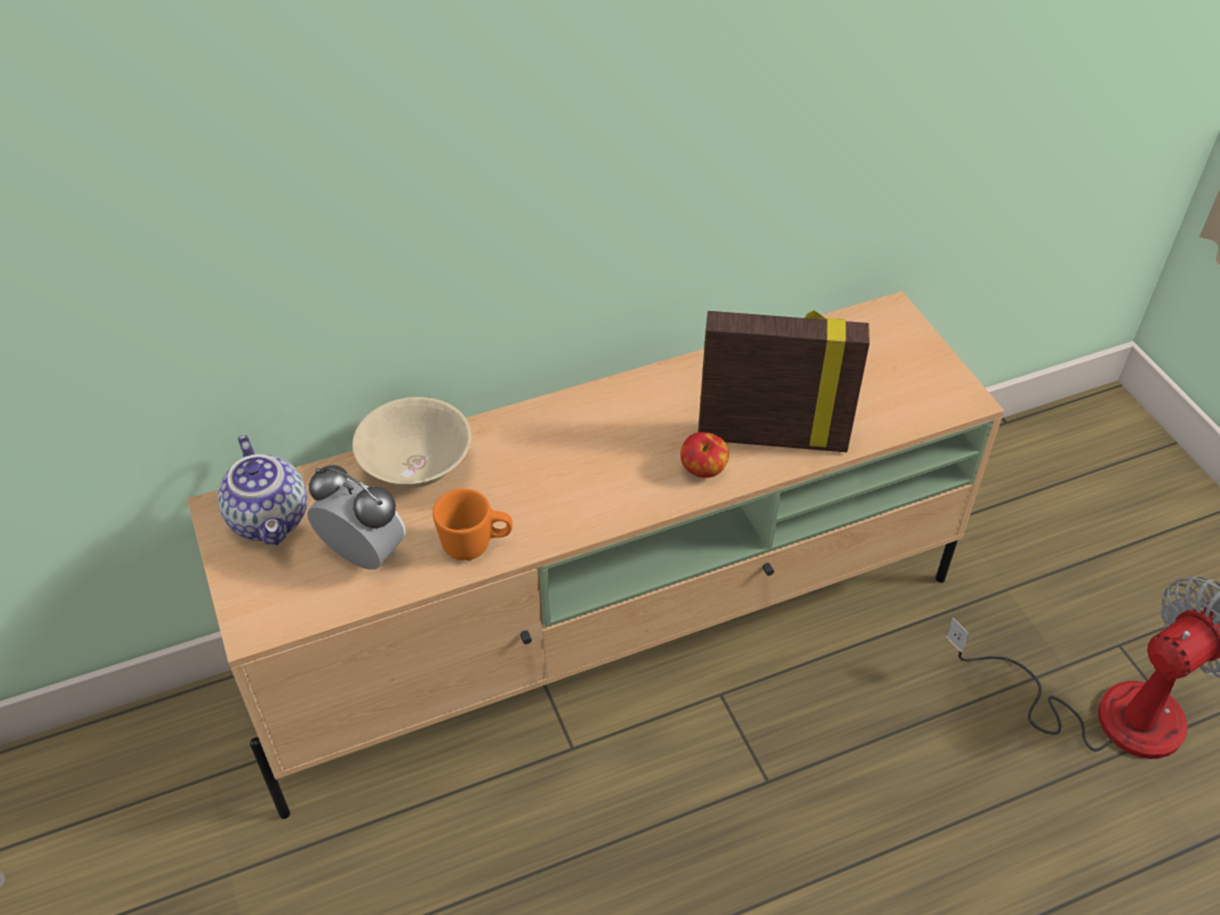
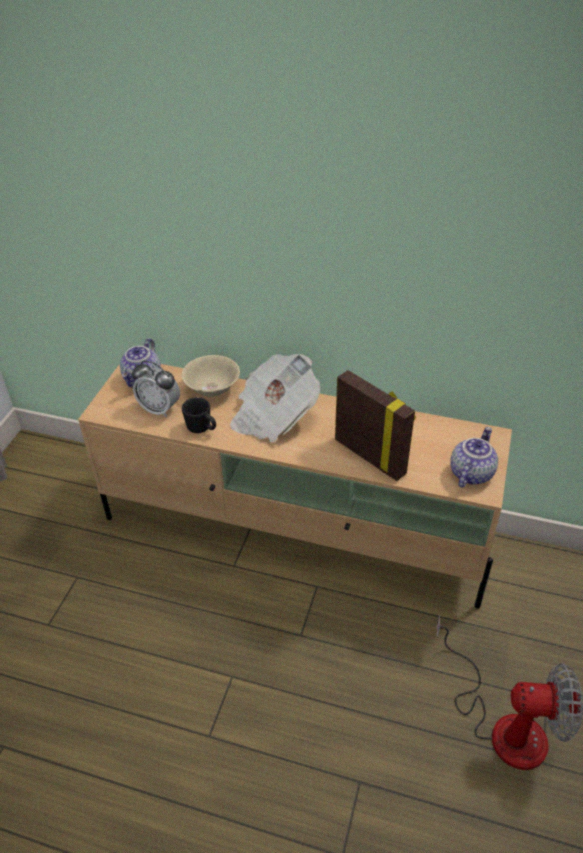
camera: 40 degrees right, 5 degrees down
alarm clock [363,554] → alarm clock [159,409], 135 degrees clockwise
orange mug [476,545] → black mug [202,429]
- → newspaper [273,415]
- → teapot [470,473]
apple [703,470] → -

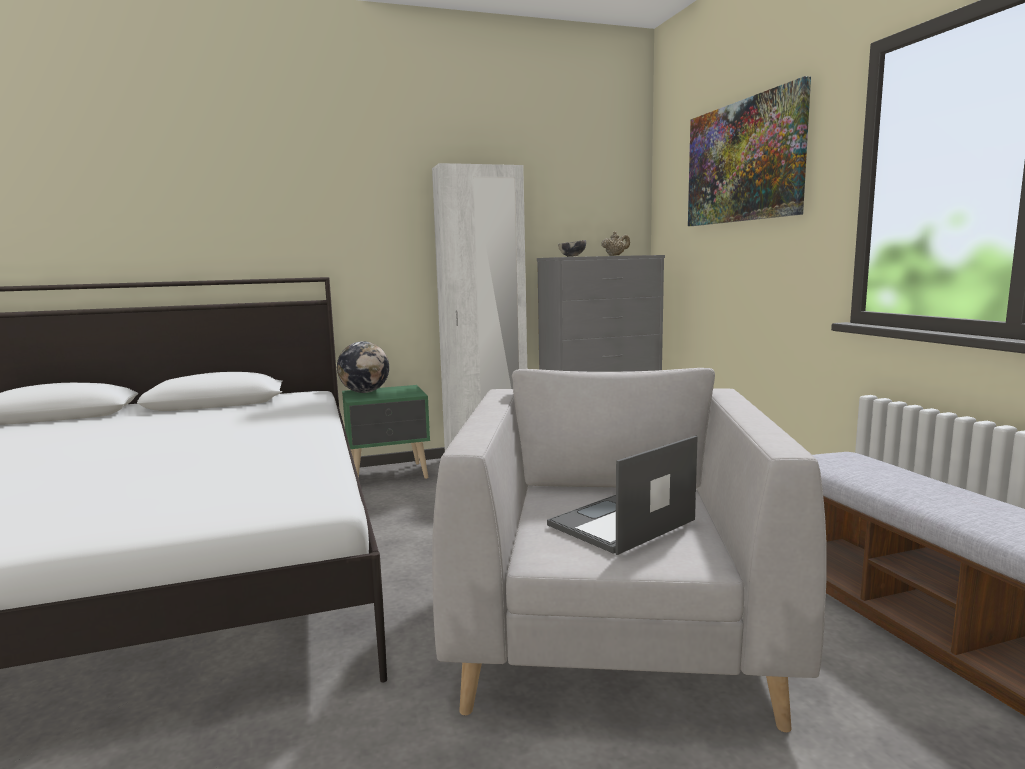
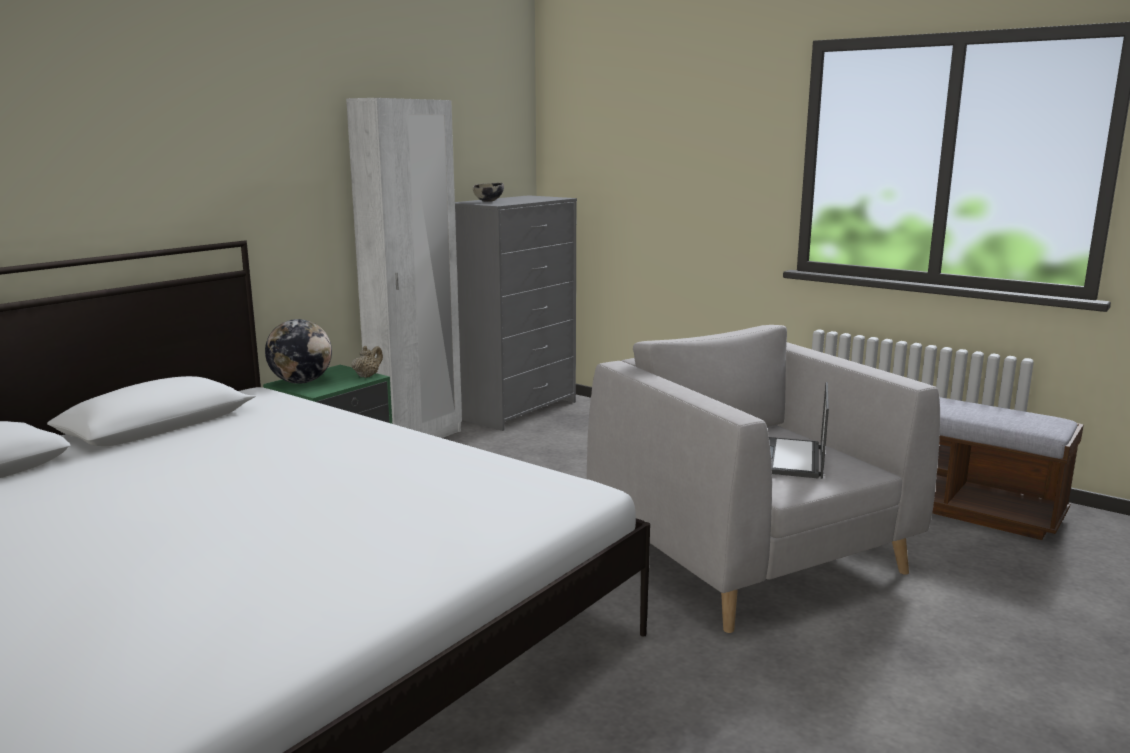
camera: 35 degrees left, 5 degrees up
beige teapot [615,255] → beige teapot [367,376], move
picture [743,162] → -

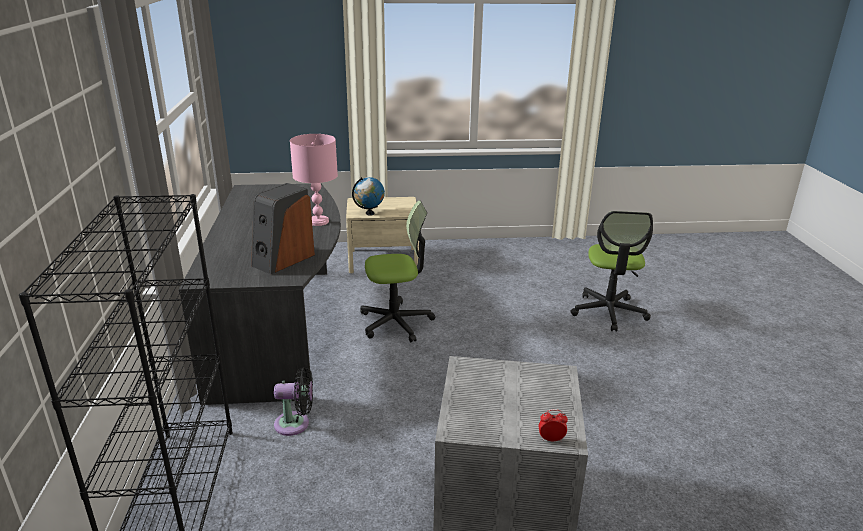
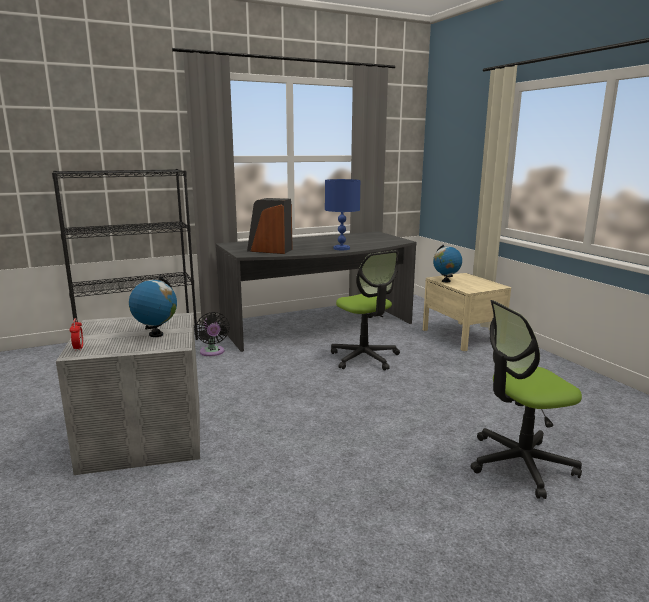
camera: 70 degrees right, 10 degrees down
- → globe [156,334]
pink table lamp [318,221] → blue table lamp [341,248]

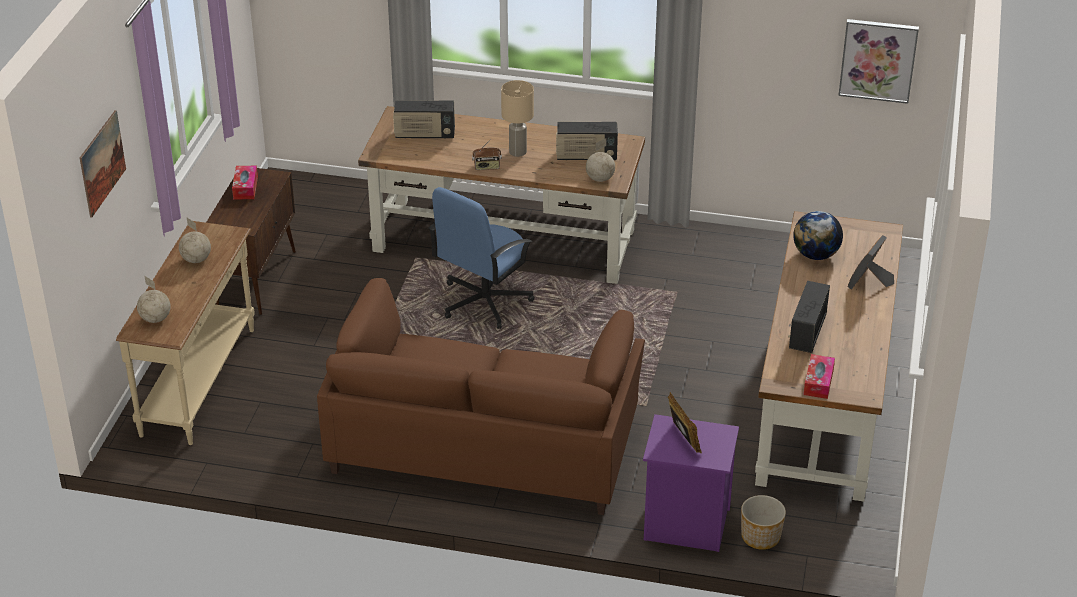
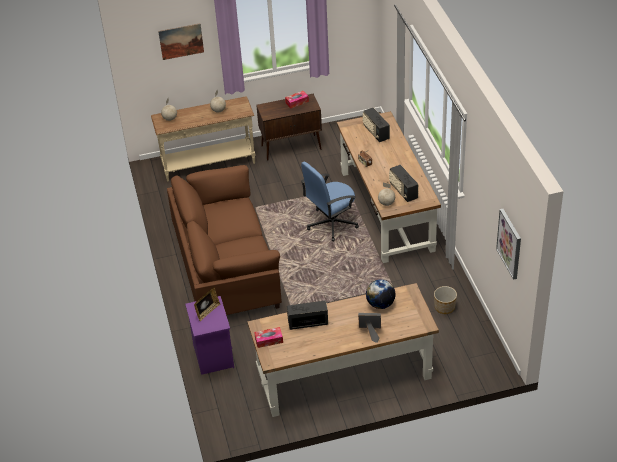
camera: 65 degrees right, 5 degrees up
blue office chair [483,301] → blue office chair [331,223], 45 degrees counterclockwise
planter [761,537] → planter [444,307], move
beige table lamp [518,152] → -

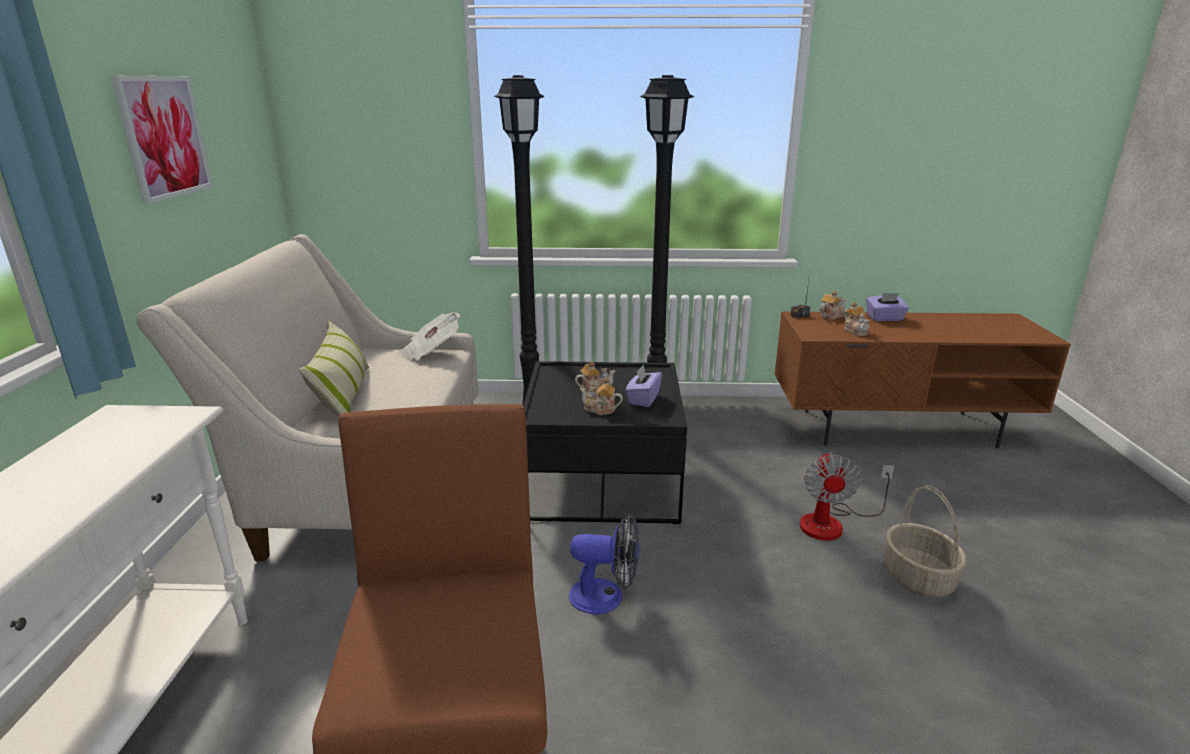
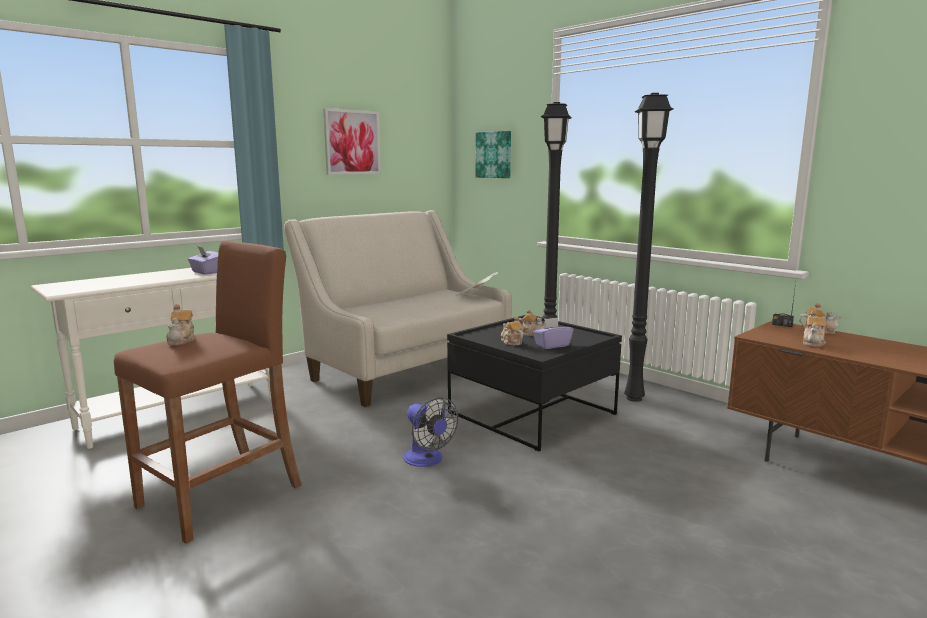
camera: 45 degrees right, 10 degrees down
- → teapot [182,340]
purple tissue box [885,318] → purple tissue box [205,272], move
- → picture [494,155]
pillow [343,395] → -
fan [832,523] → -
basket [919,578] → -

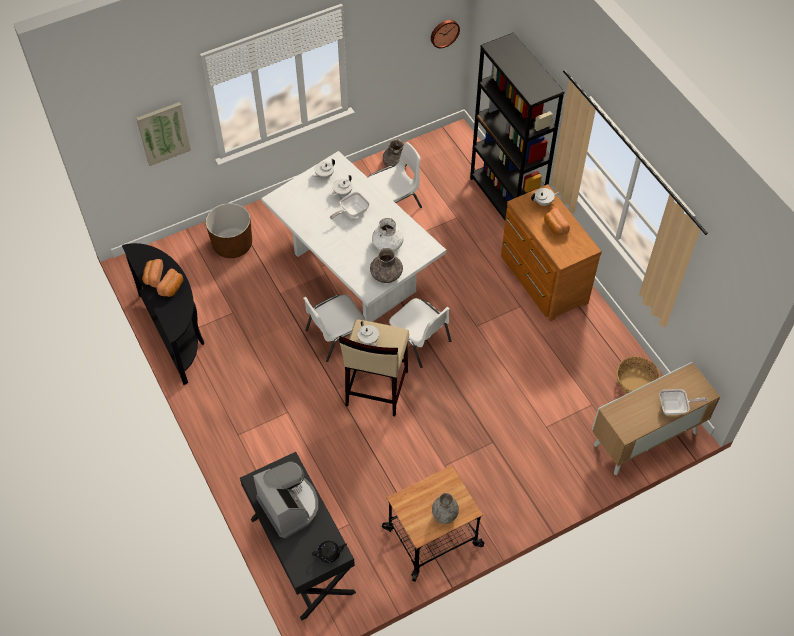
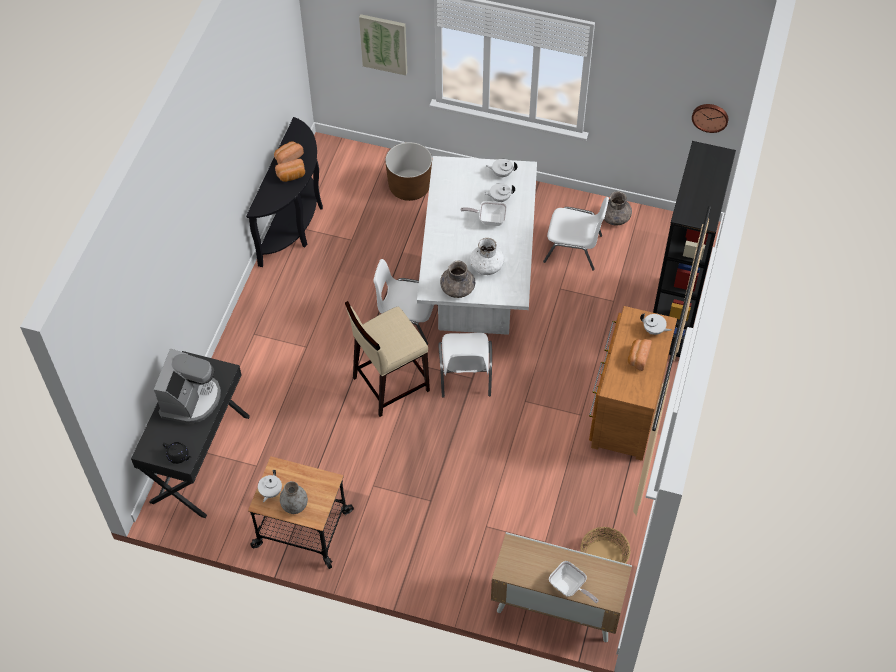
camera: 45 degrees right, 0 degrees up
white teapot [368,340] → white teapot [270,492], move

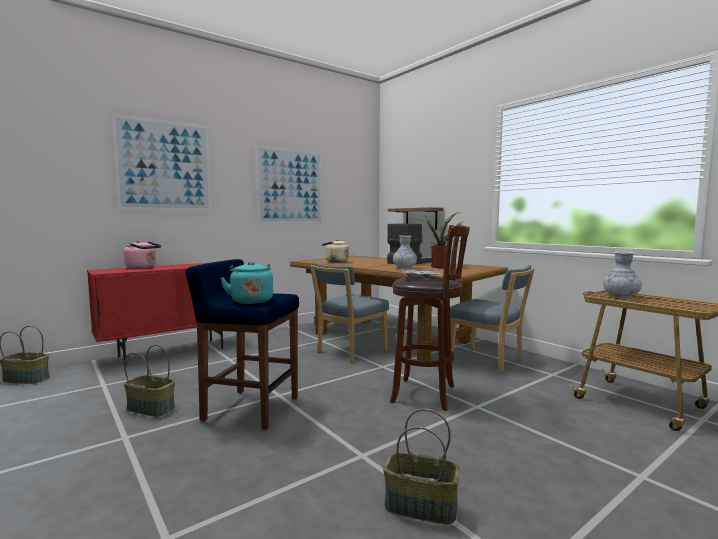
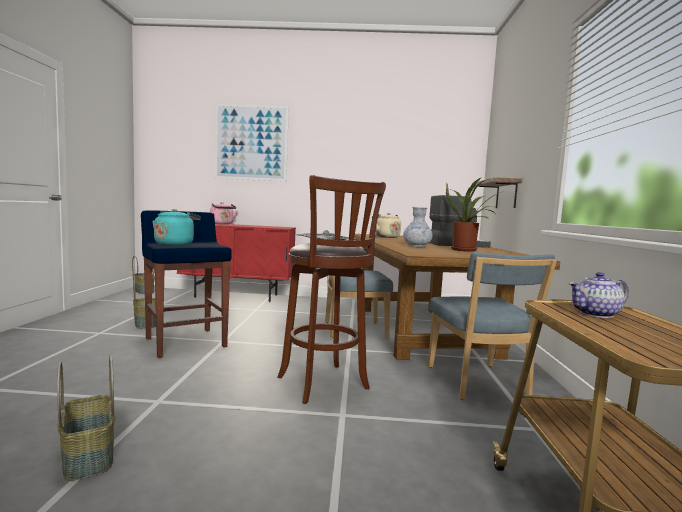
camera: 40 degrees right, 0 degrees up
vase [621,296] → teapot [596,314]
picture [290,186] → -

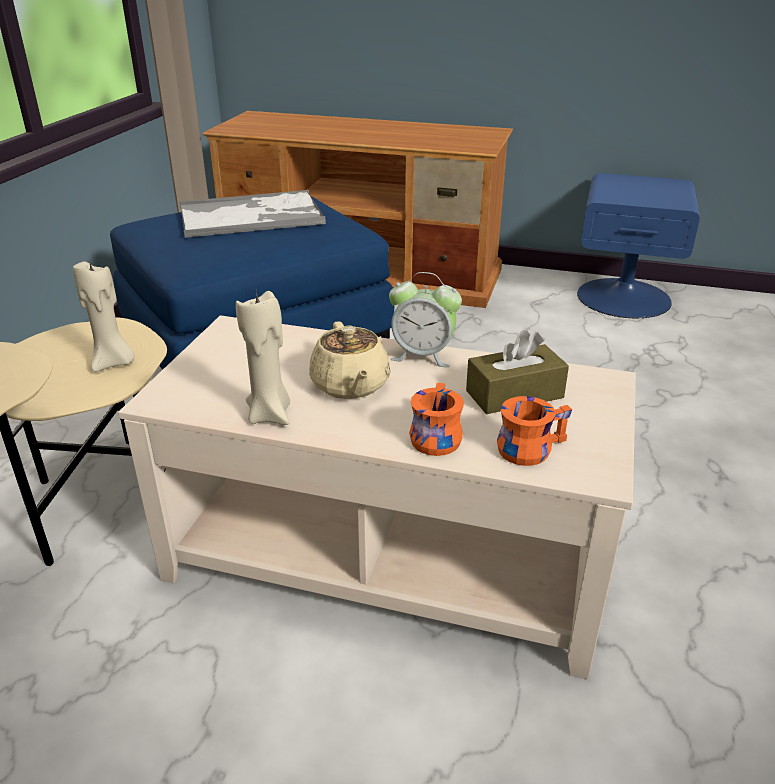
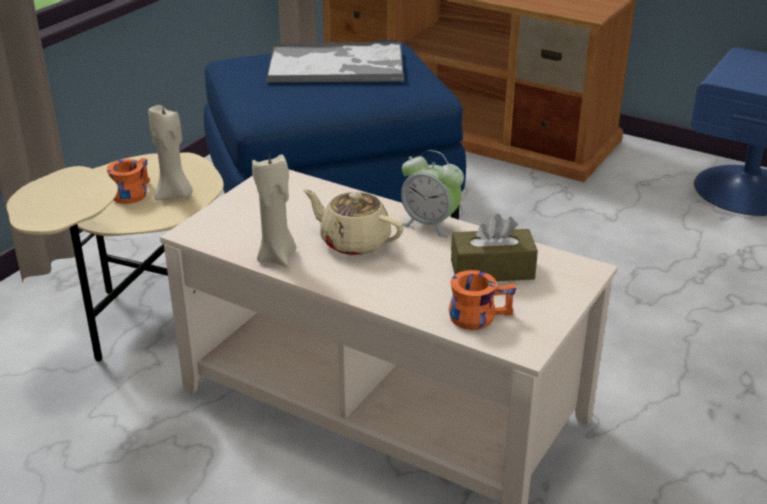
camera: 15 degrees right, 0 degrees up
orange mug [432,435] → orange mug [130,192], move
beige teapot [350,385] → beige teapot [354,242], 120 degrees clockwise

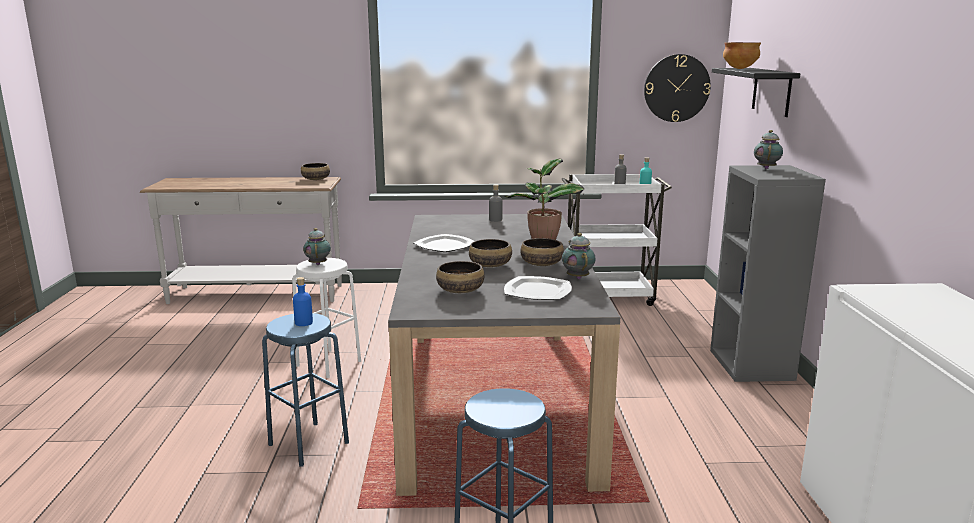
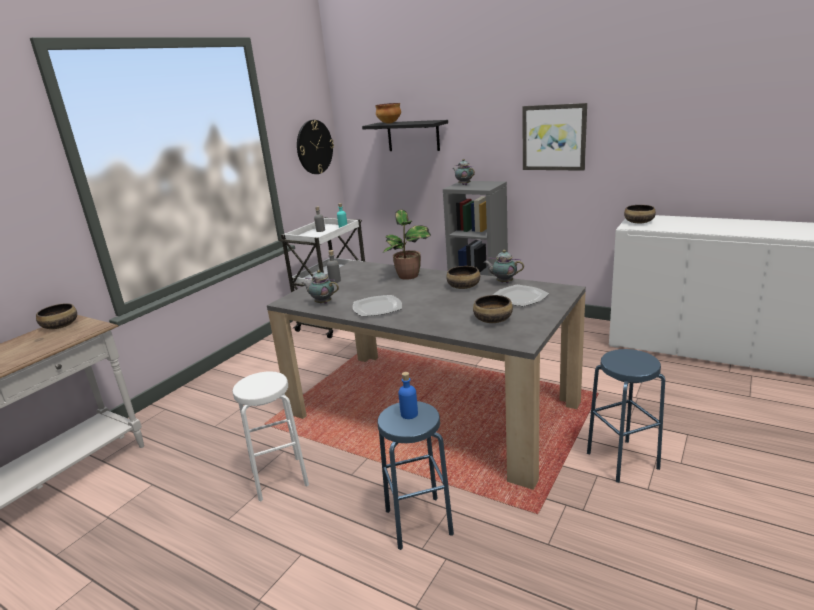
camera: 55 degrees left, 5 degrees up
teapot [318,263] → teapot [322,303], move
- → picture [554,137]
bowl [490,265] → bowl [639,222], move

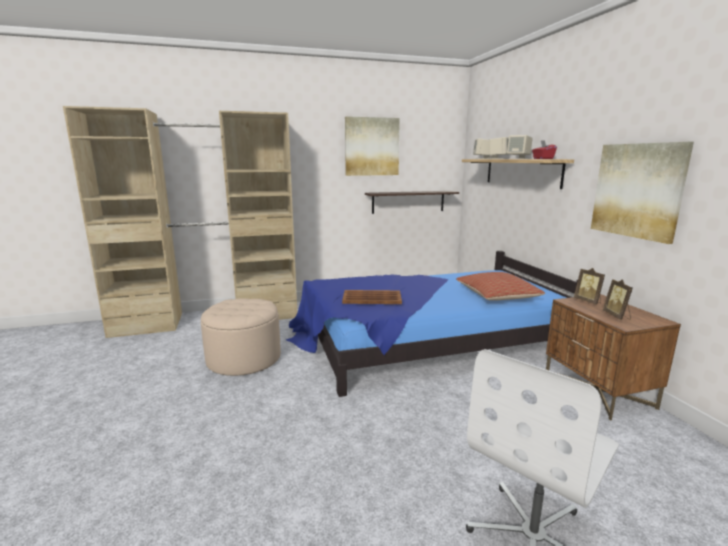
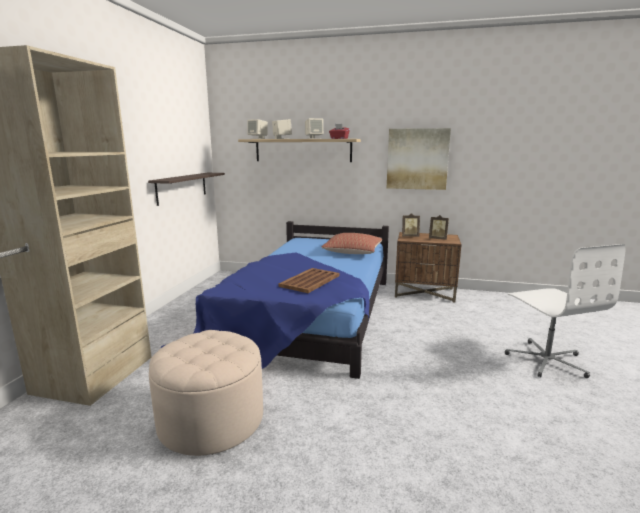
camera: 60 degrees left, 0 degrees up
picture [371,146] → -

